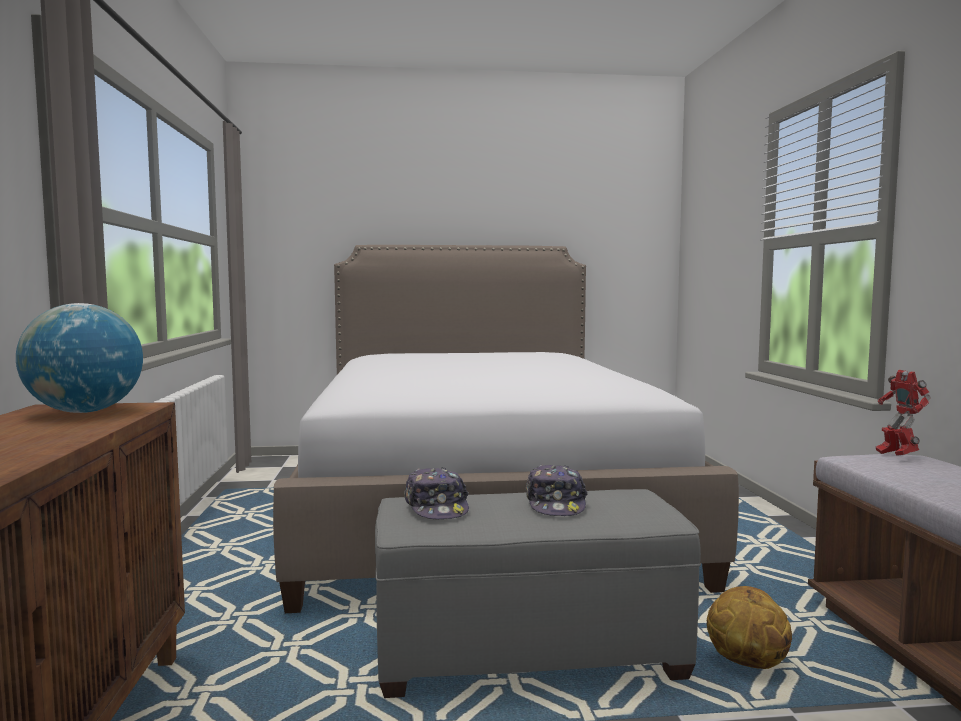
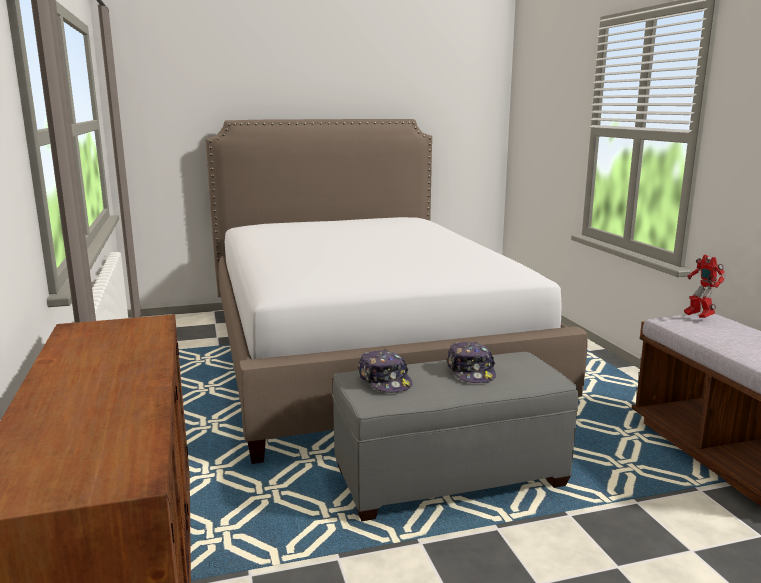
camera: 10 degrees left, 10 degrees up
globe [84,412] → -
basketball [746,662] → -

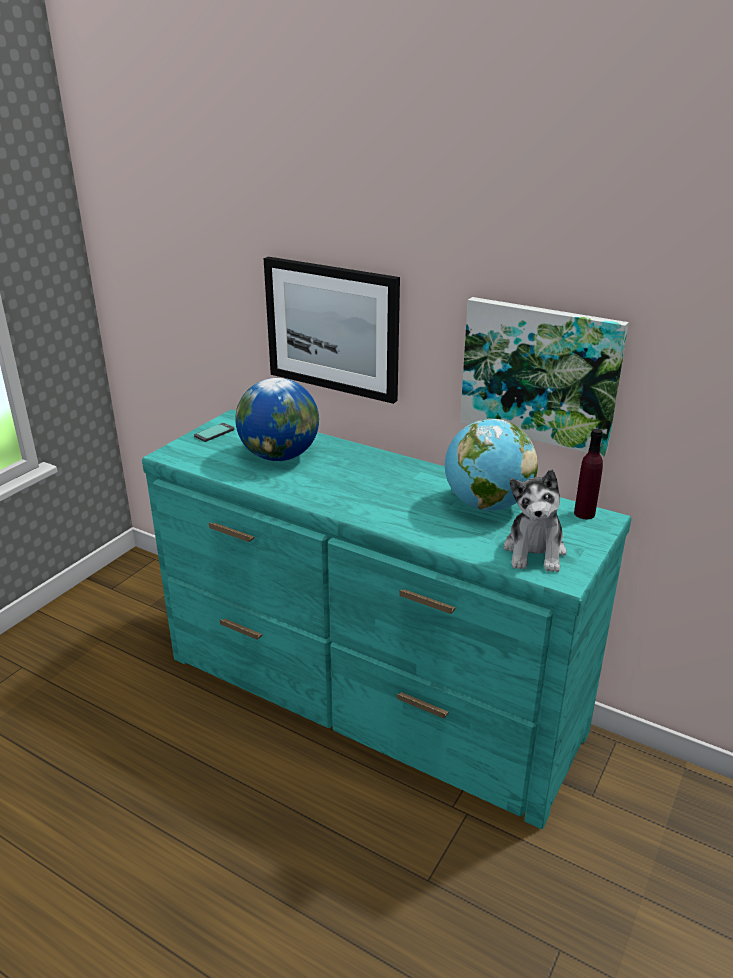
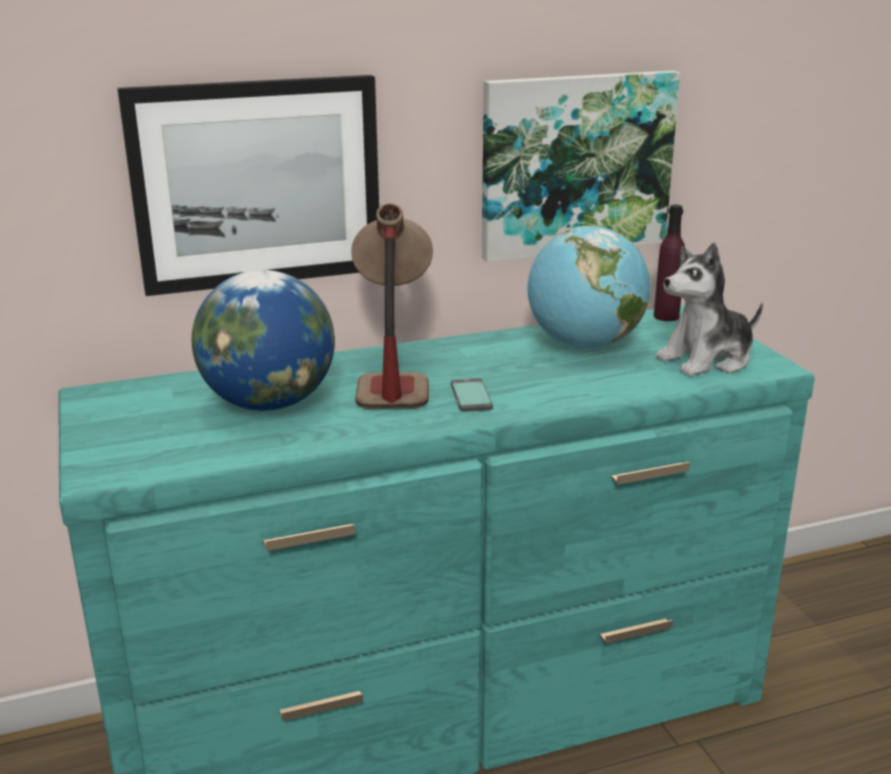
camera: 50 degrees left, 5 degrees down
- → table lamp [392,377]
phone [214,433] → phone [470,396], move
plush toy [535,551] → plush toy [707,360], 105 degrees clockwise

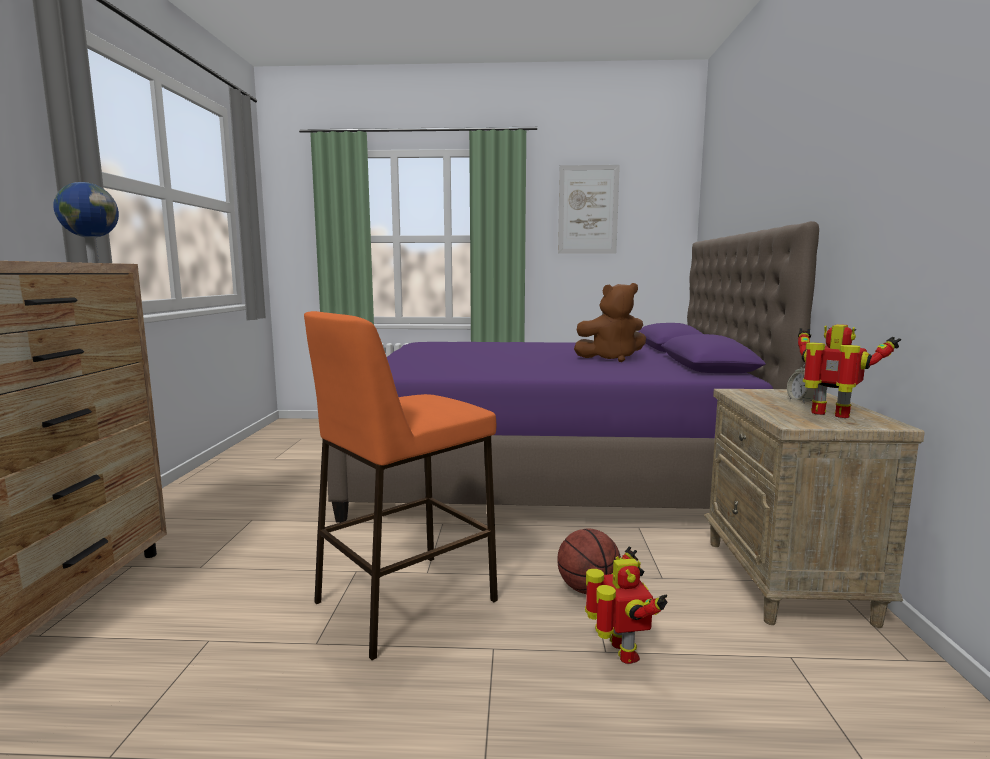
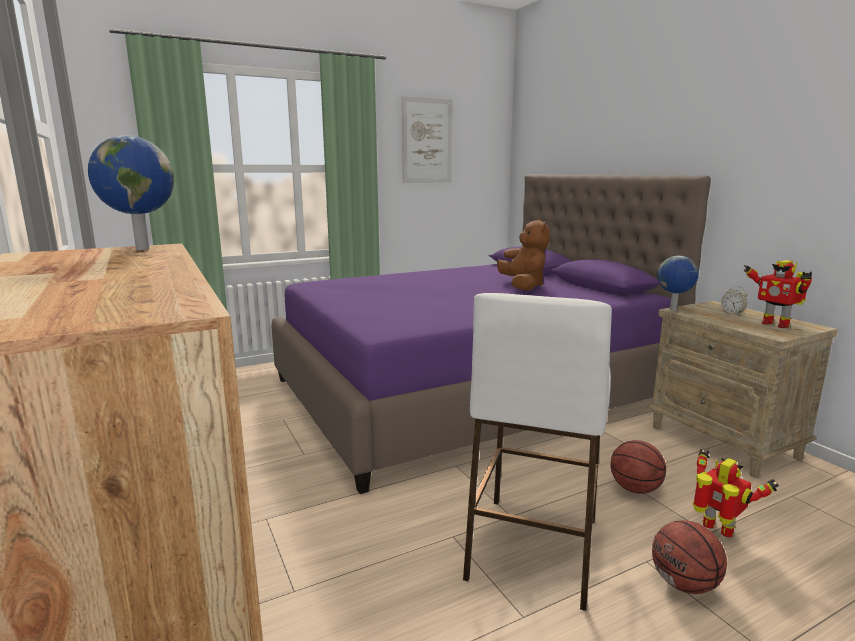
camera: 30 degrees left, 5 degrees up
orange stool [404,601] → white stool [533,549]
brown plush toy [611,358] → brown plush toy [523,286], 60 degrees counterclockwise
- → basketball [684,584]
- → globe [673,310]
toy robot [831,415] → toy robot [775,324], 135 degrees counterclockwise

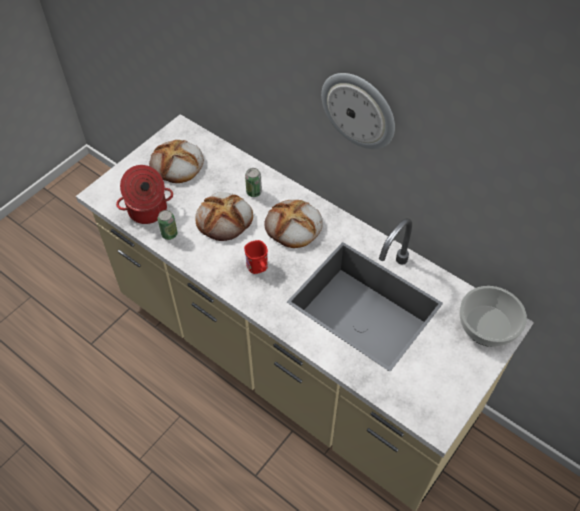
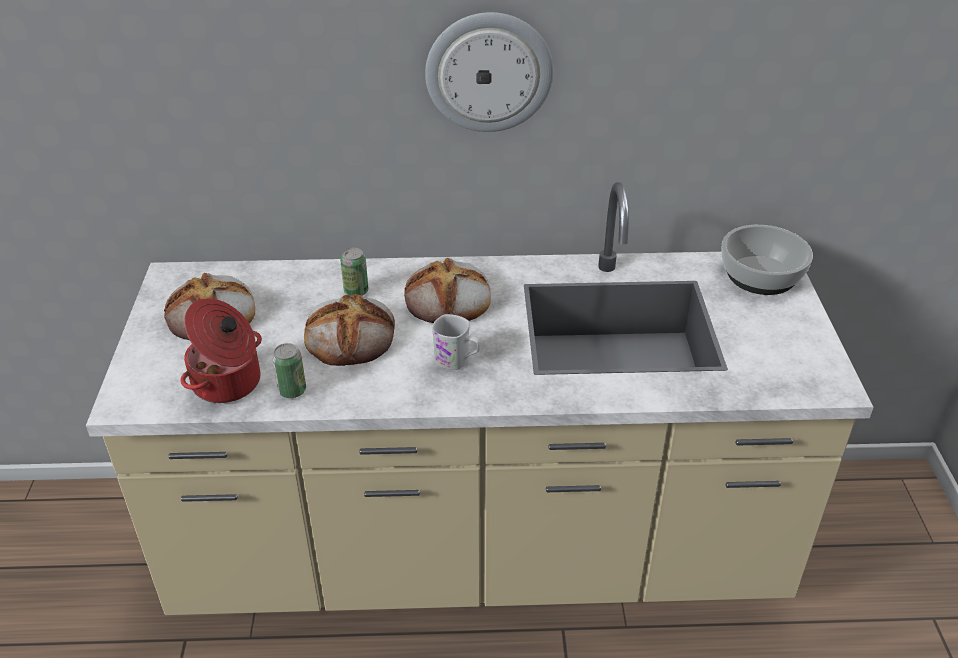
camera: 40 degrees left, 15 degrees down
red mug [258,268] → white mug [457,361]

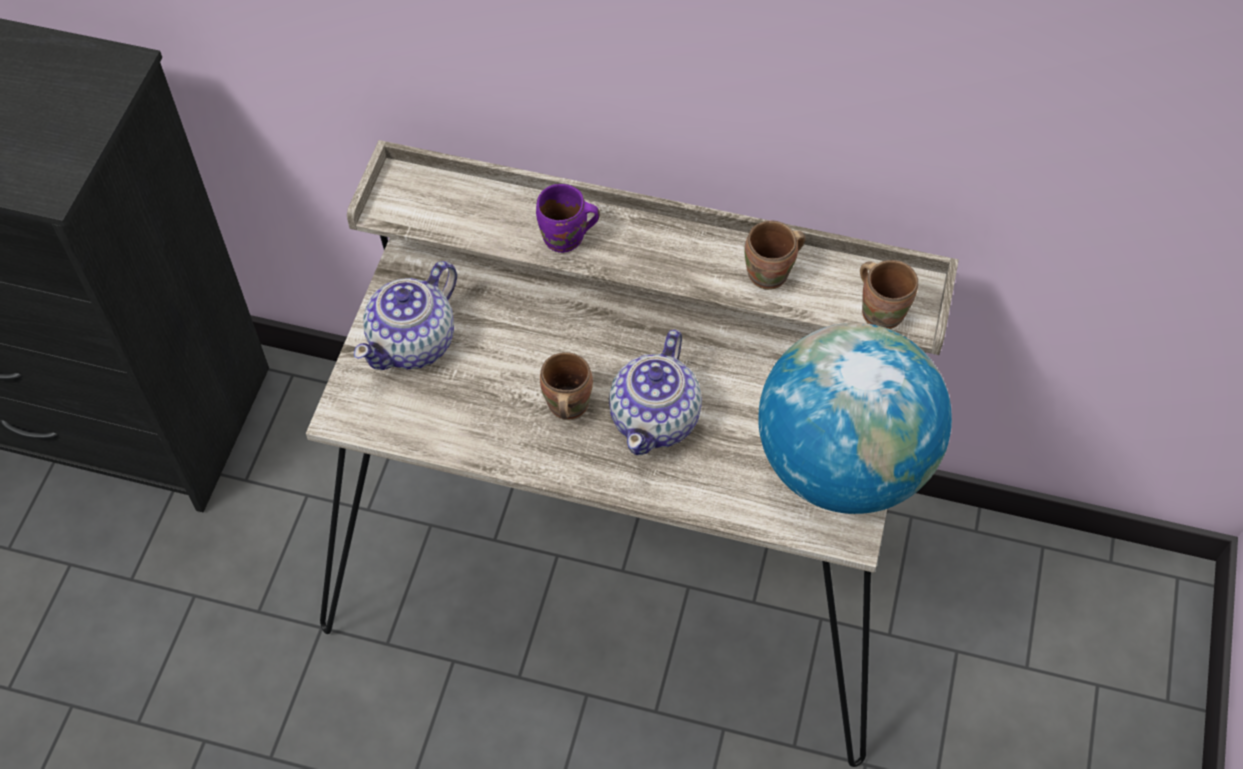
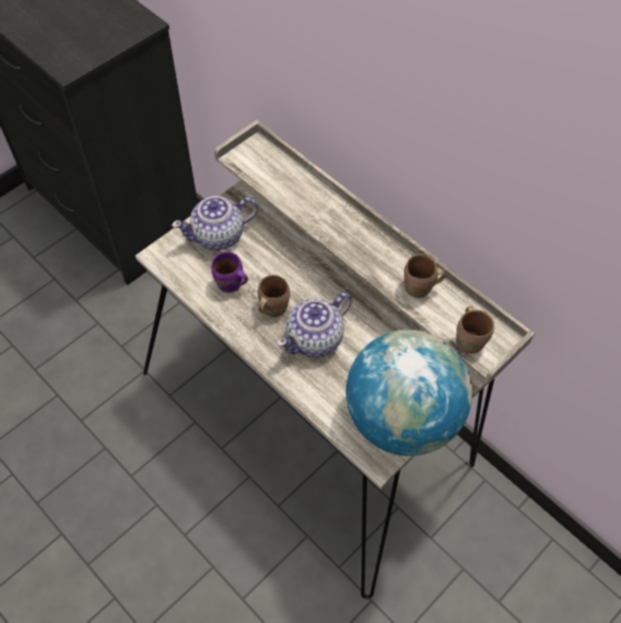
camera: 30 degrees right, 0 degrees up
purple mug [566,240] → purple mug [230,285], move

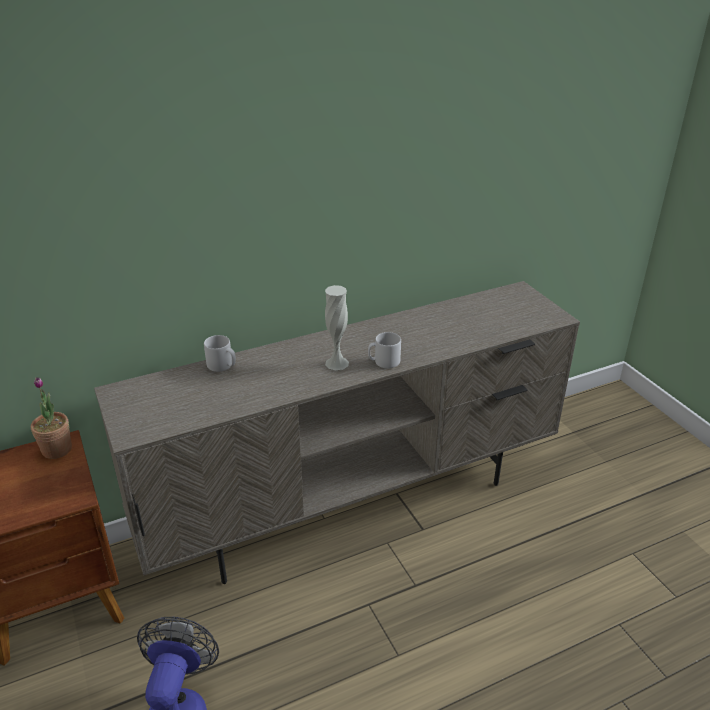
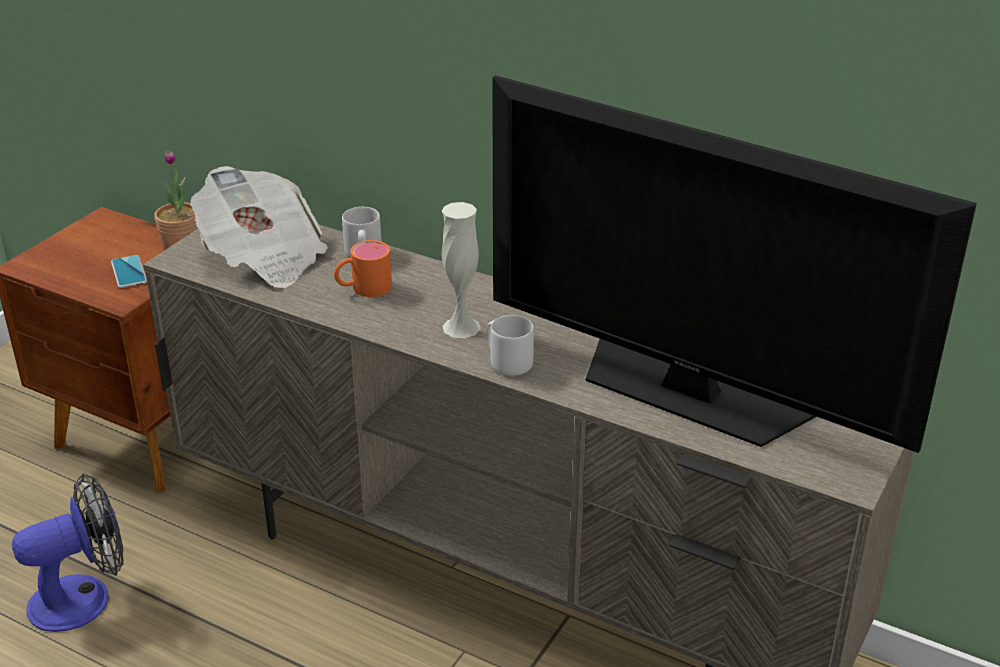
camera: 55 degrees right, 0 degrees up
- → phone [129,272]
- → newspaper [263,257]
- → orange mug [363,288]
- → television [690,392]

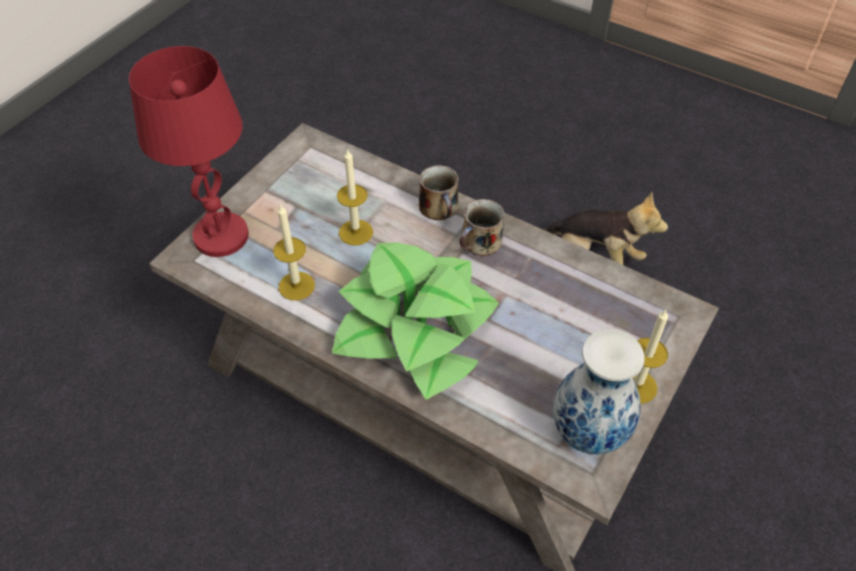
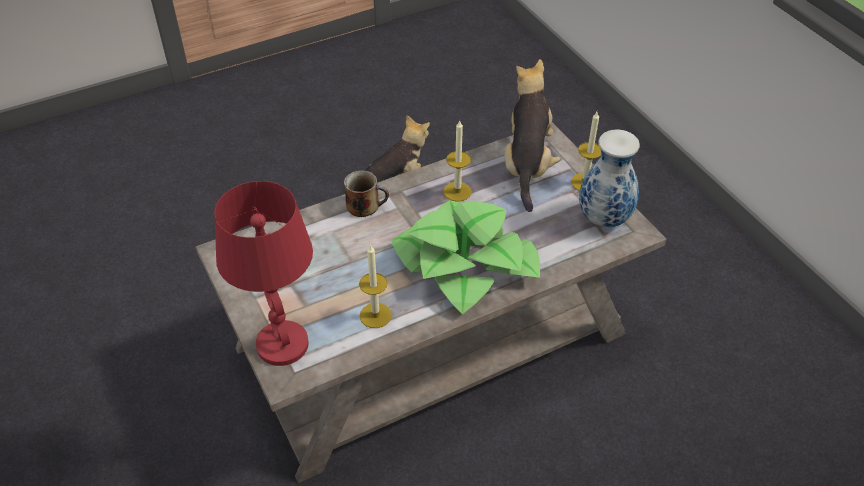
camera: 60 degrees left, 5 degrees down
candle [355,232] → candle [457,191], move
- → plush toy [527,165]
mug [480,242] → -

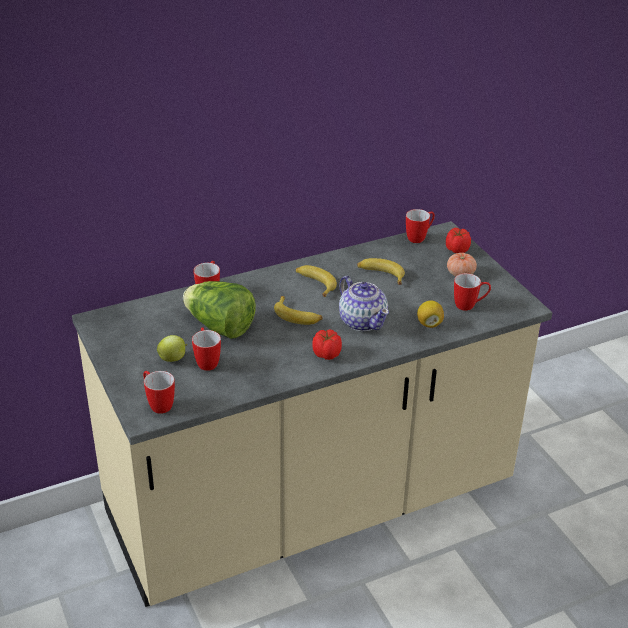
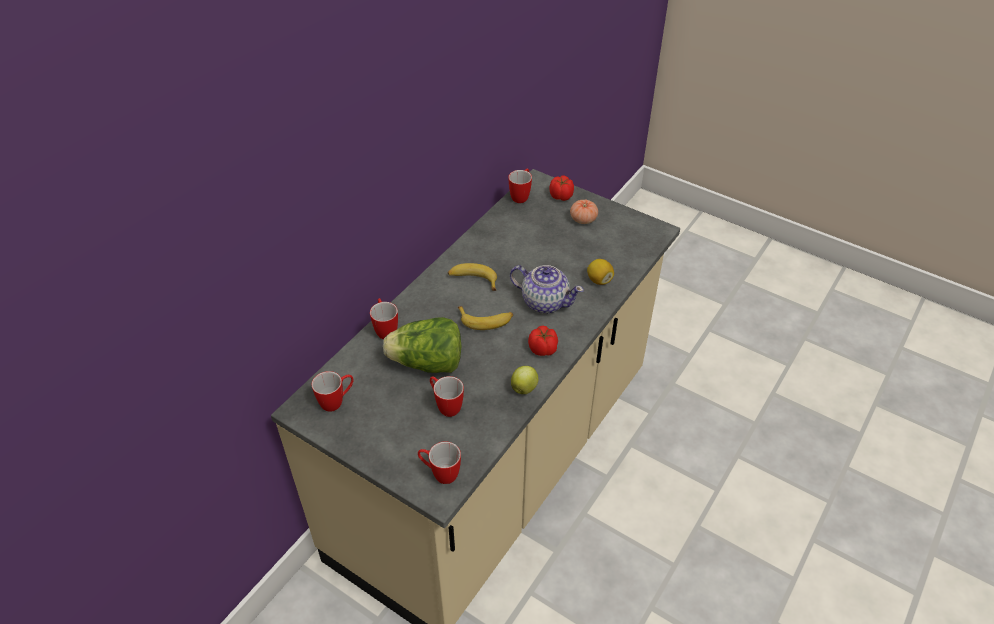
camera: 30 degrees left, 10 degrees up
mug [470,306] → mug [337,401], move
apple [173,359] → apple [524,388], move
banana [380,275] → -

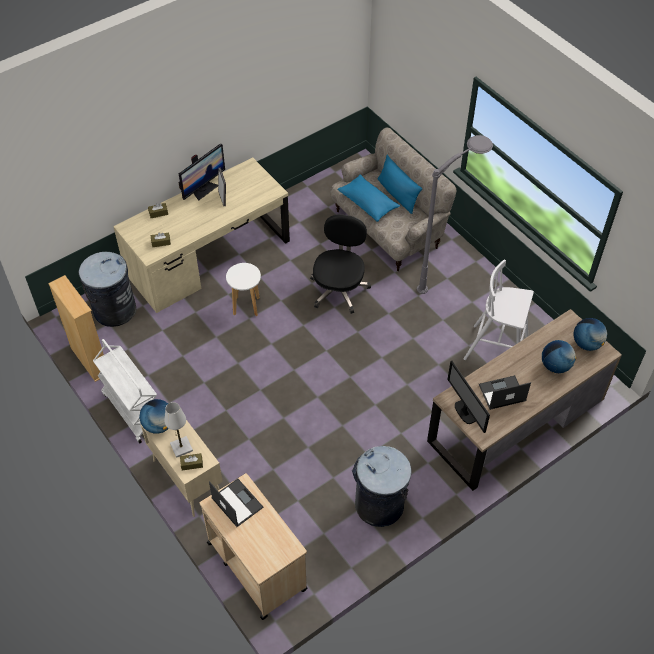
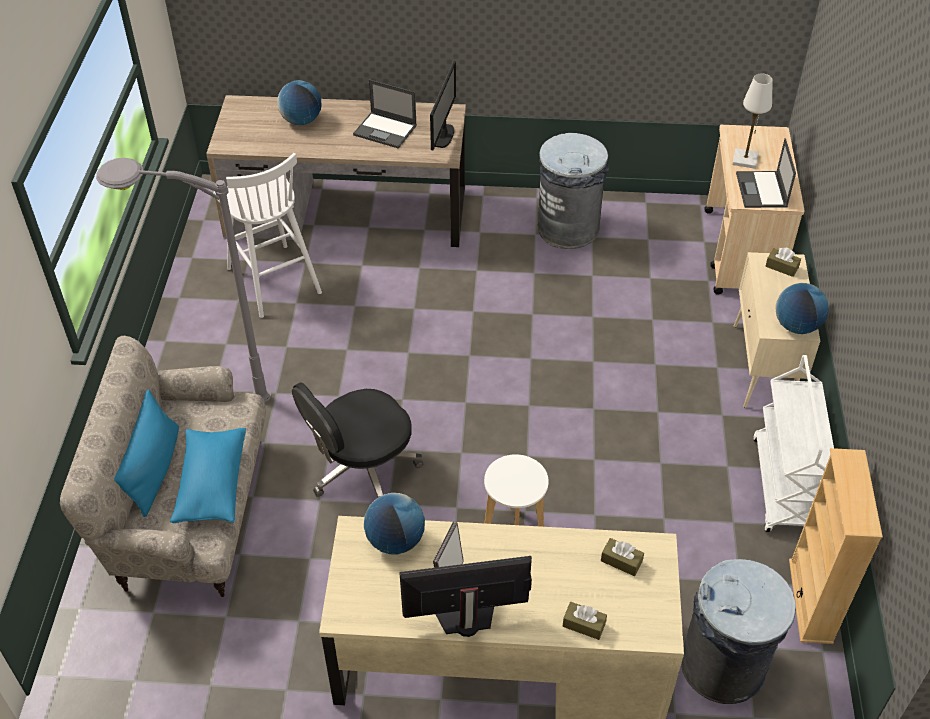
camera: 140 degrees left, 5 degrees down
globe [586,344] → globe [395,540], move
white table lamp [181,447] → white table lamp [745,159], move

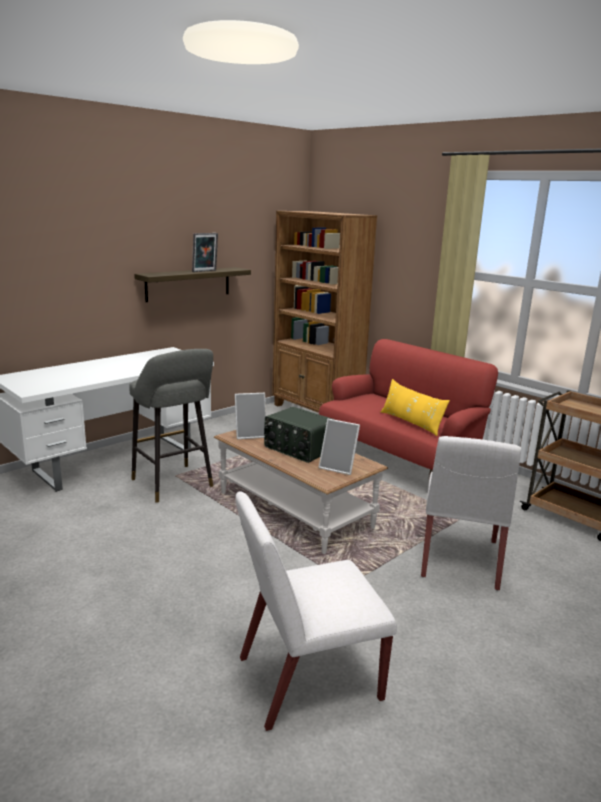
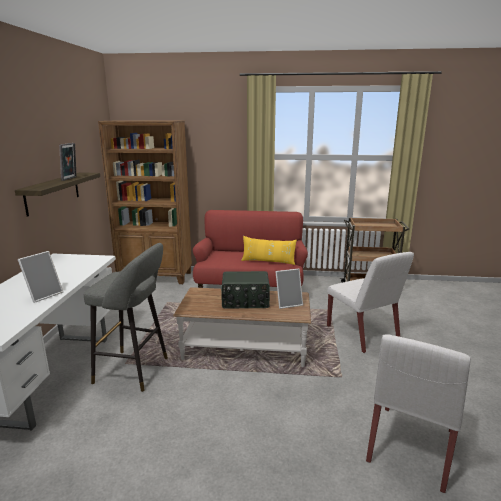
camera: 40 degrees left, 0 degrees up
picture frame [250,434] → picture frame [43,295], move

